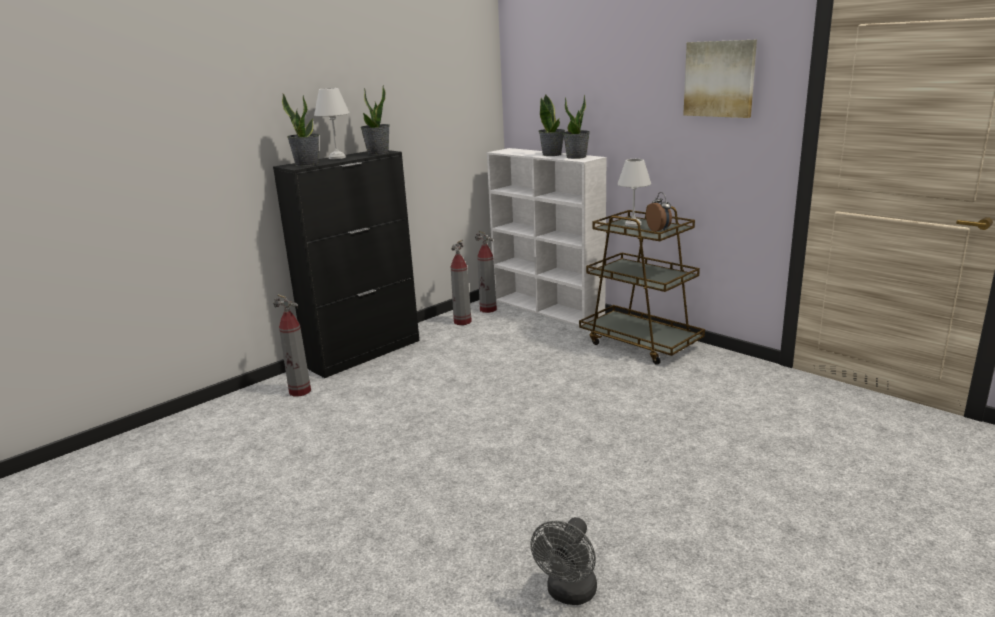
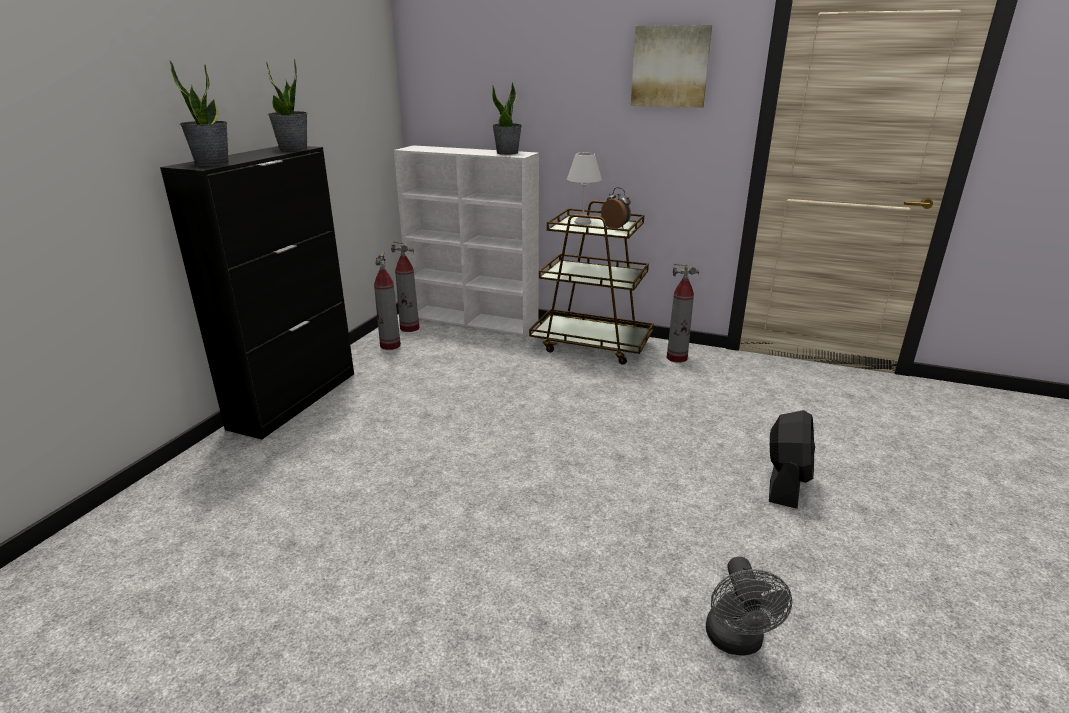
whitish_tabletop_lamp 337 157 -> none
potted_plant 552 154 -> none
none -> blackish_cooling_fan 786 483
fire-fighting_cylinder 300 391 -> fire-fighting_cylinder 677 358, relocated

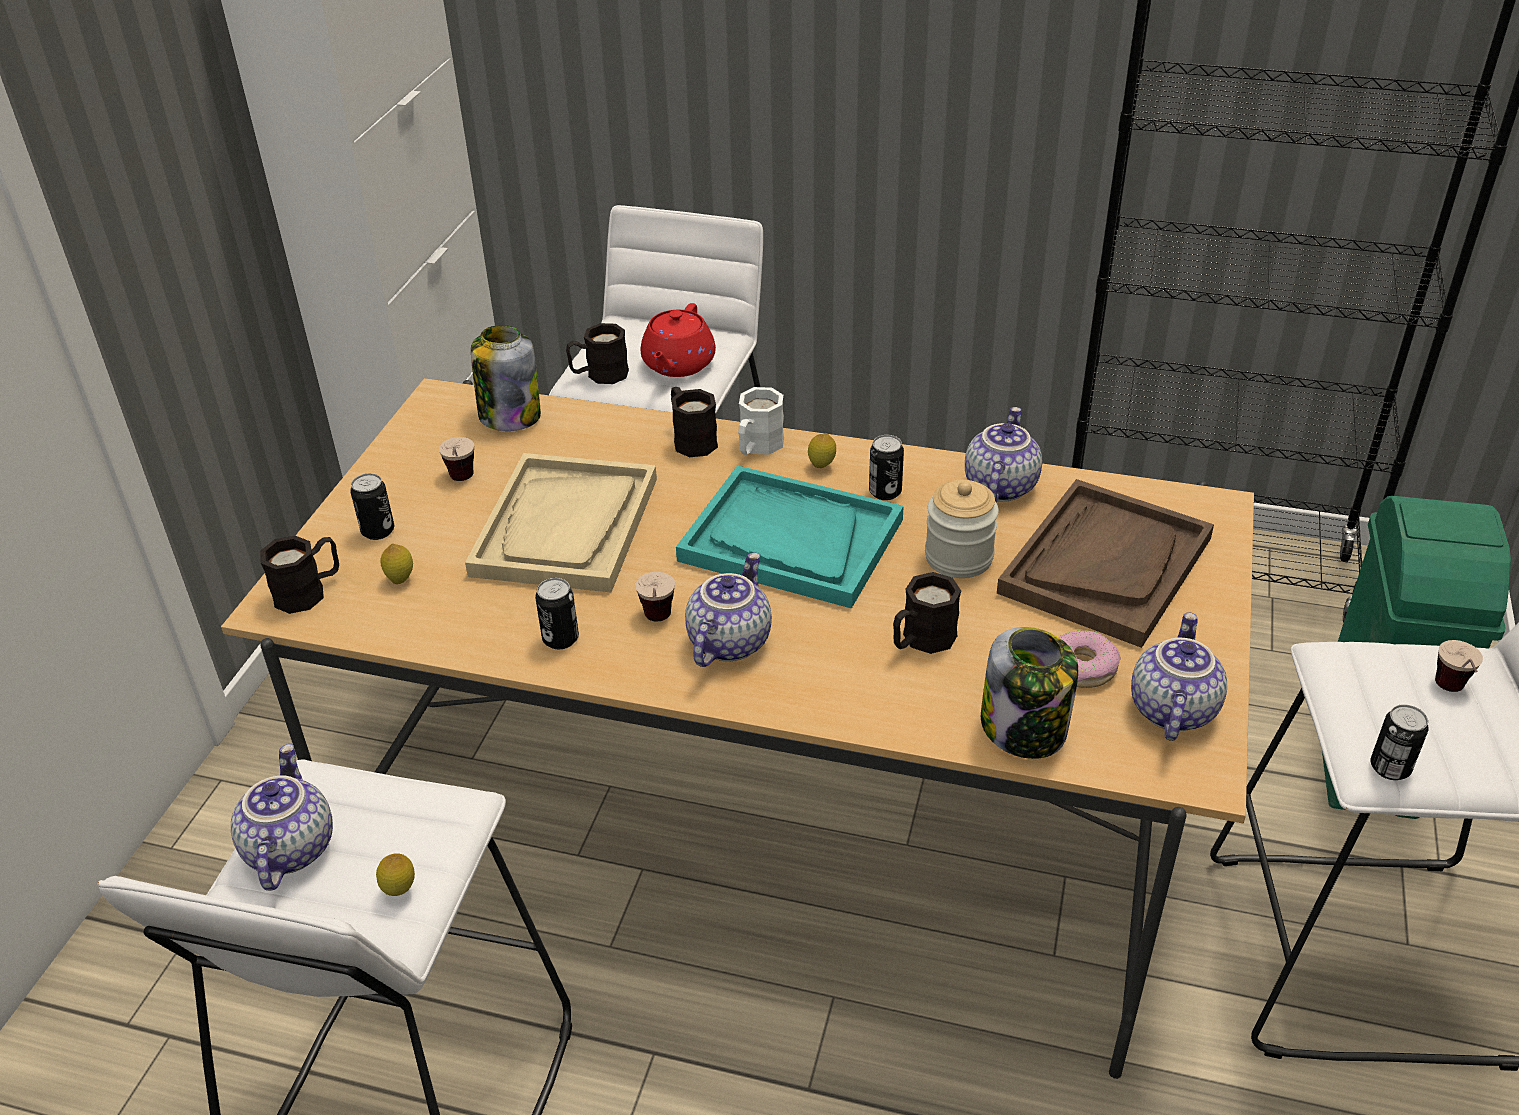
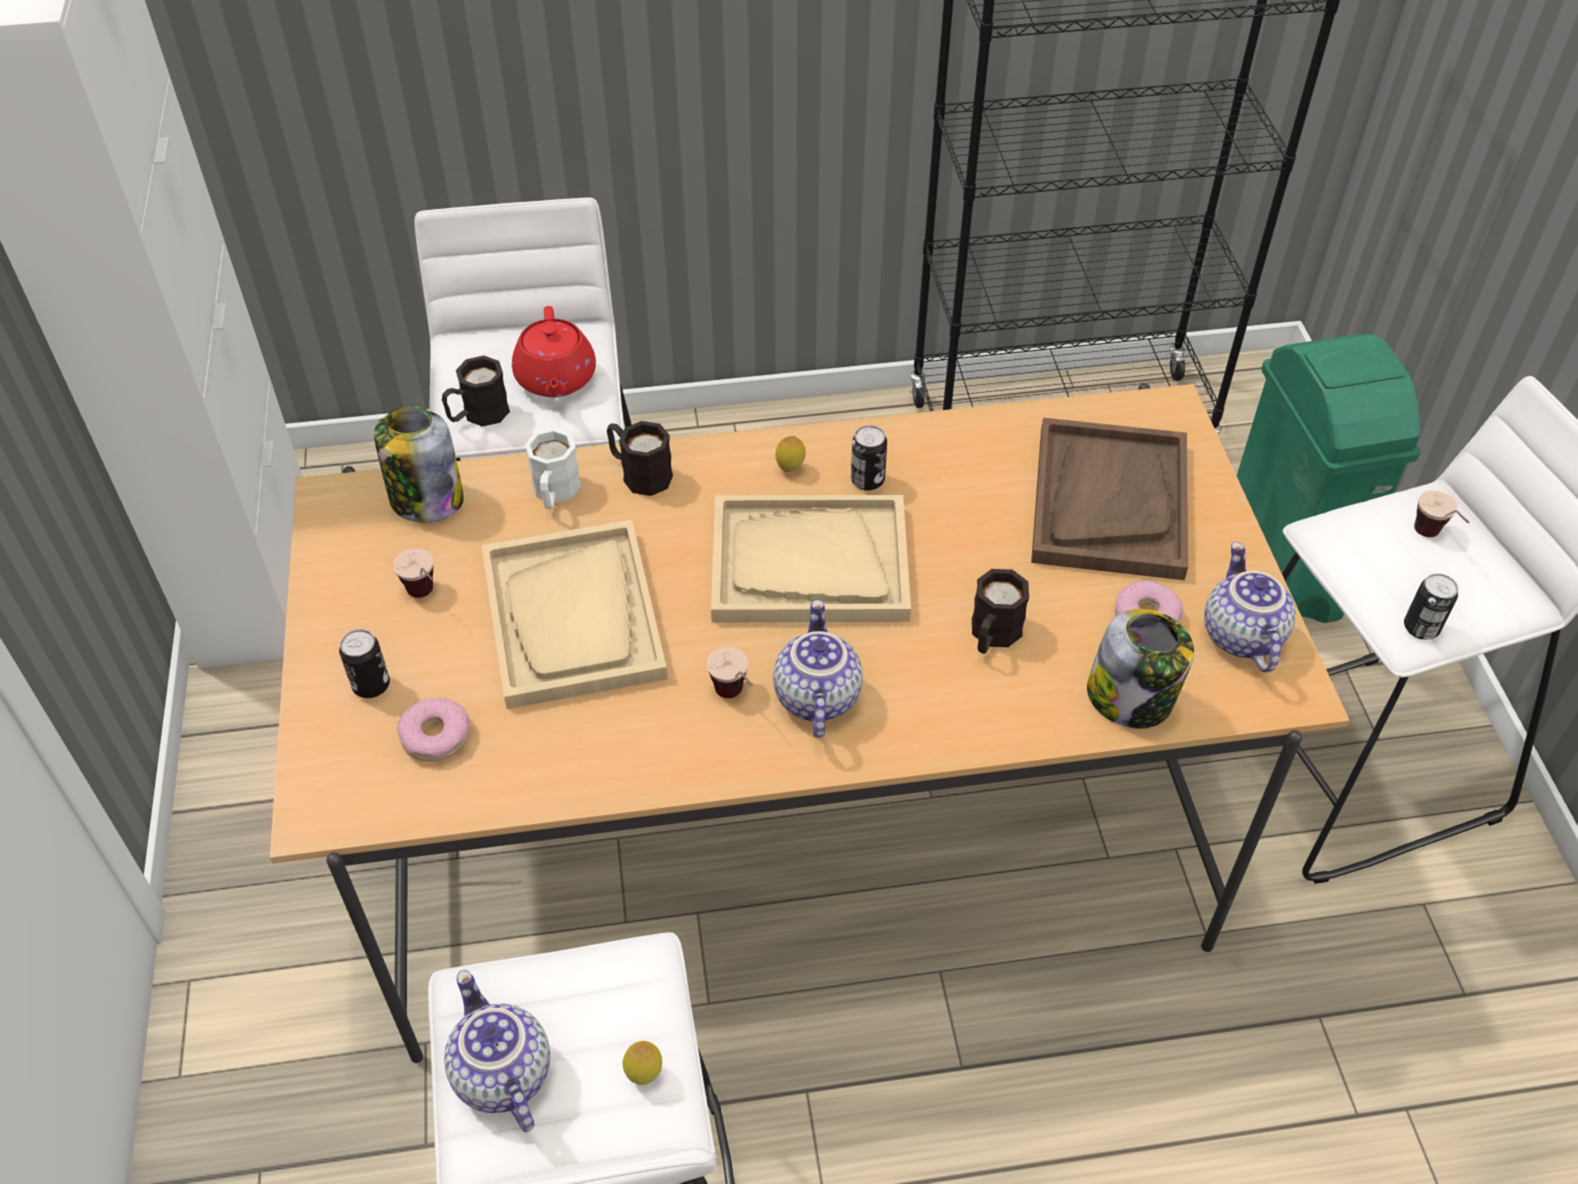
blackish_coffee_mug 309 591 -> none
metal_can 560 639 -> none
preserve_jar 958 557 -> none
teapot 998 486 -> none
whitish_coffee_mug 757 447 -> whitish_coffee_mug 554 493, relocated
citrus_fruit 400 580 -> ring_doughnut 436 736
turquoise-coloured_serving_tray 790 540 -> sand-coloured_serving_tray 809 563

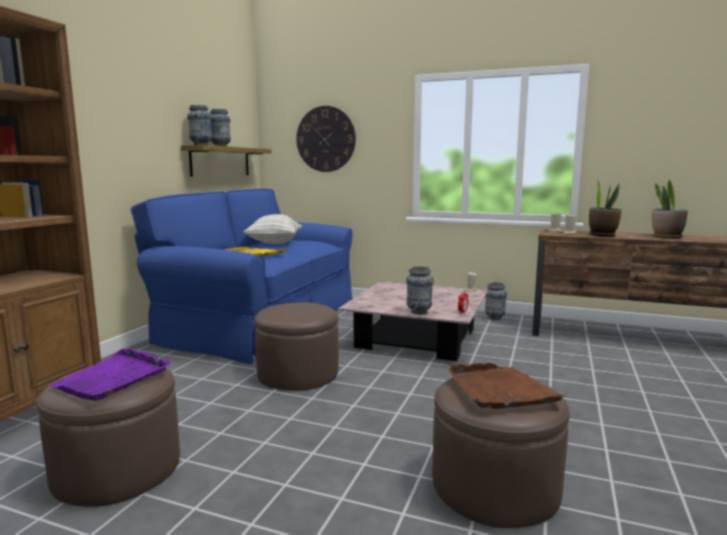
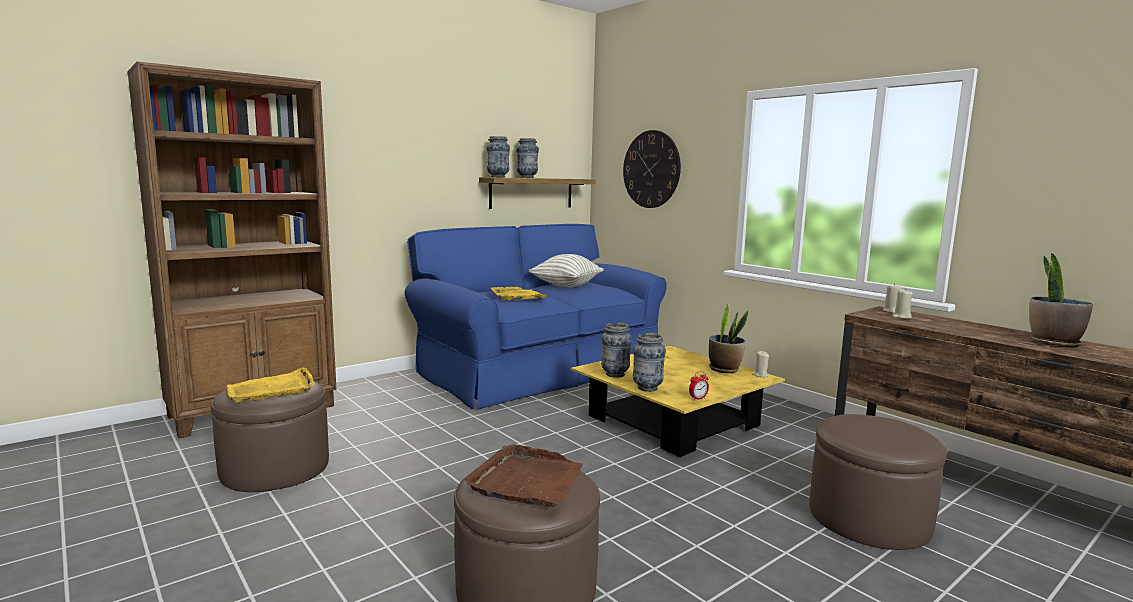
brown-coloured_footrest 298 374 -> brown-coloured_footrest 869 518, relocated
flower_vase 494 318 -> flower_vase 615 374, relocated
potted_plant 602 235 -> potted_plant 724 369, relocated
purple-coloured_serving_tray 113 378 -> yellow_serving_tray 271 389
pink-coloured_low_table 416 338 -> yellow_low_table 673 421

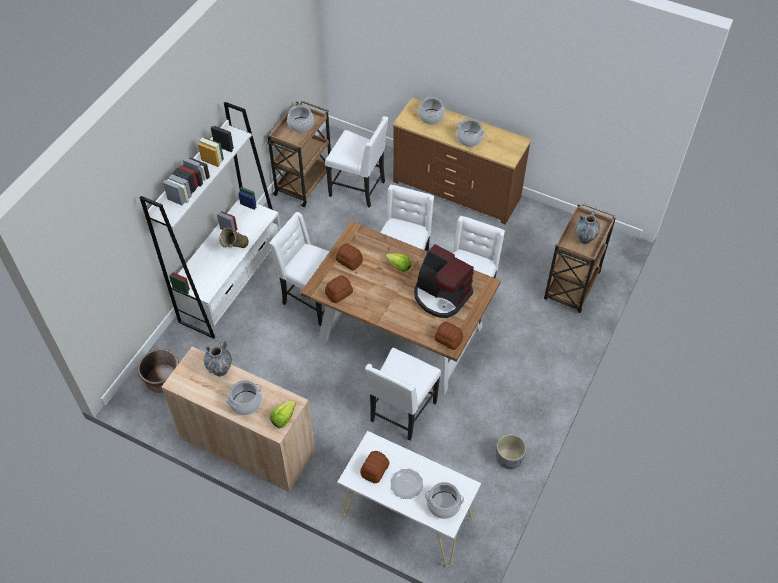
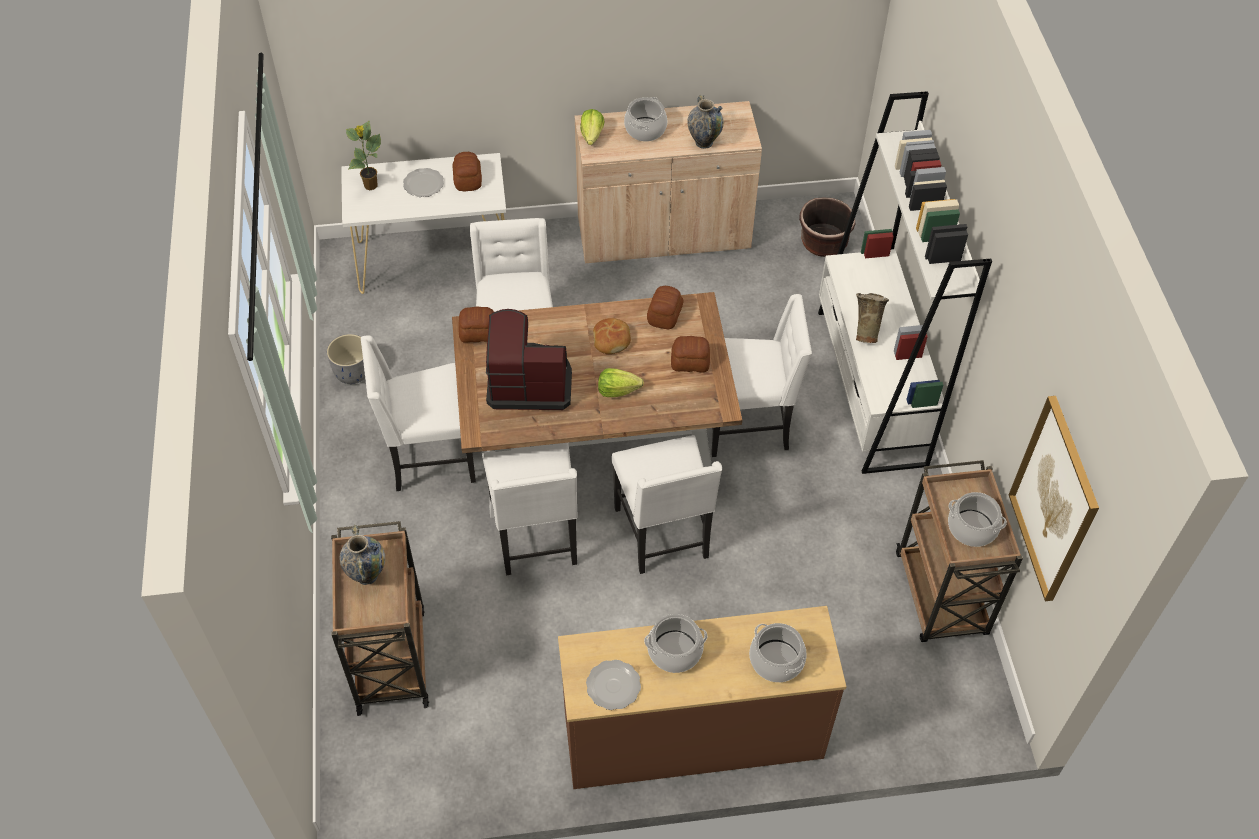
none -> flat_dish 612 686
none -> bakery_bread 612 340
none -> wall_picture 1054 500
whitish_chair 358 188 -> whitish_chair 429 458, relocated
cooking_pot 443 505 -> potted_plant 371 186

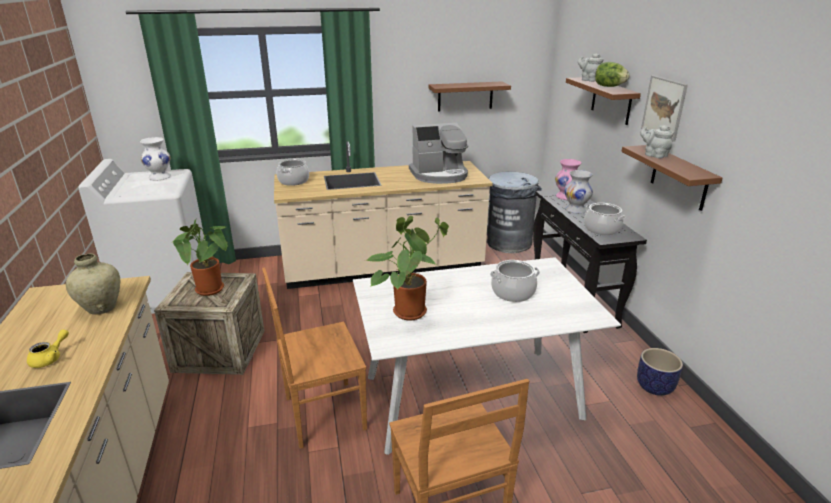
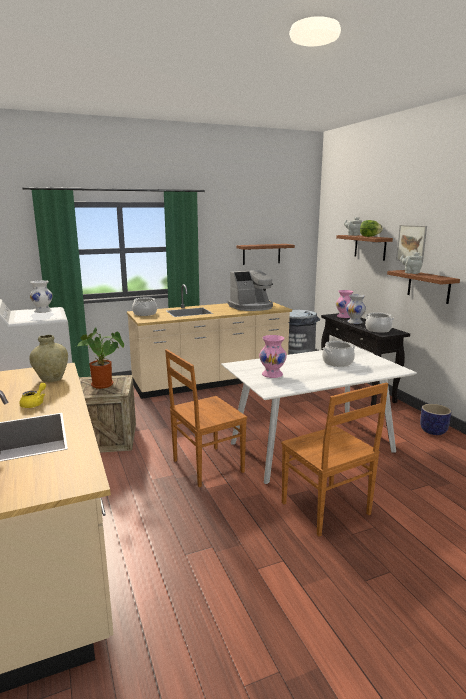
potted_plant 409 310 -> pink-coloured_flower_vase 272 375

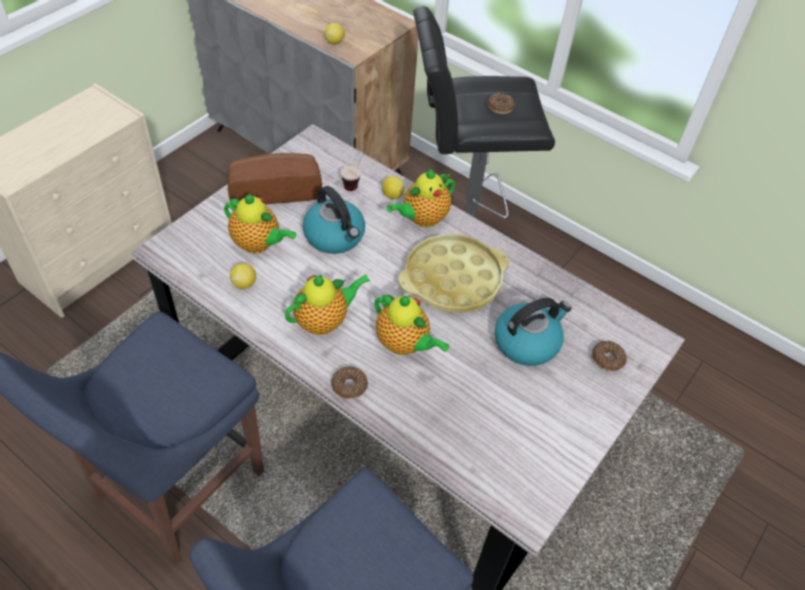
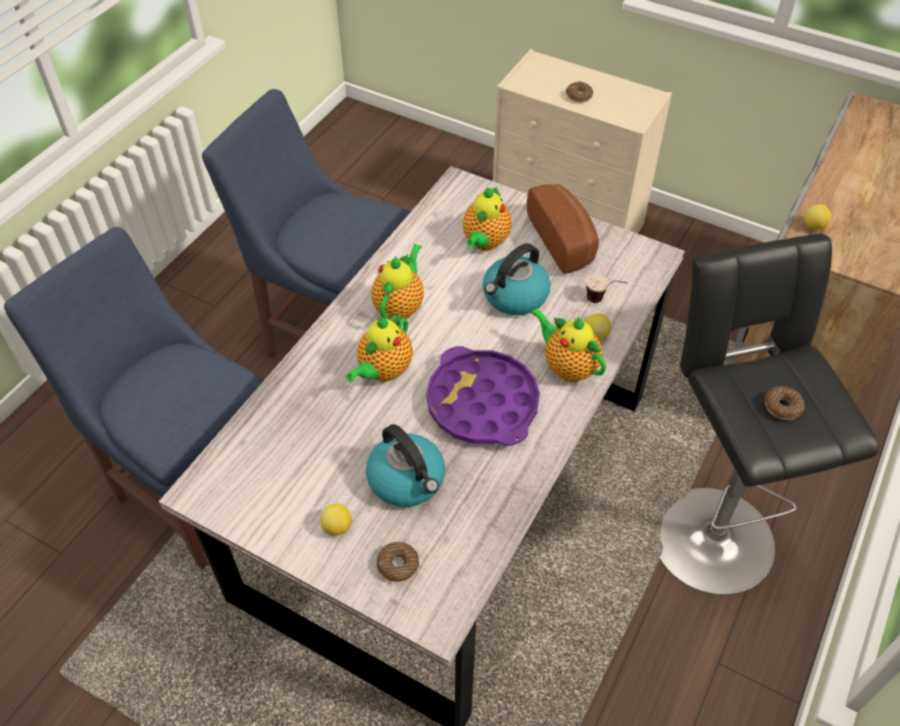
citrus_fruit 244 283 -> citrus_fruit 337 527, relocated
ring_doughnut 349 386 -> ring_doughnut 578 96, relocated
yellow_serving_tray 453 279 -> purple-coloured_serving_tray 482 403
teapot 324 321 -> teapot 400 306, 120 degrees counterclockwise

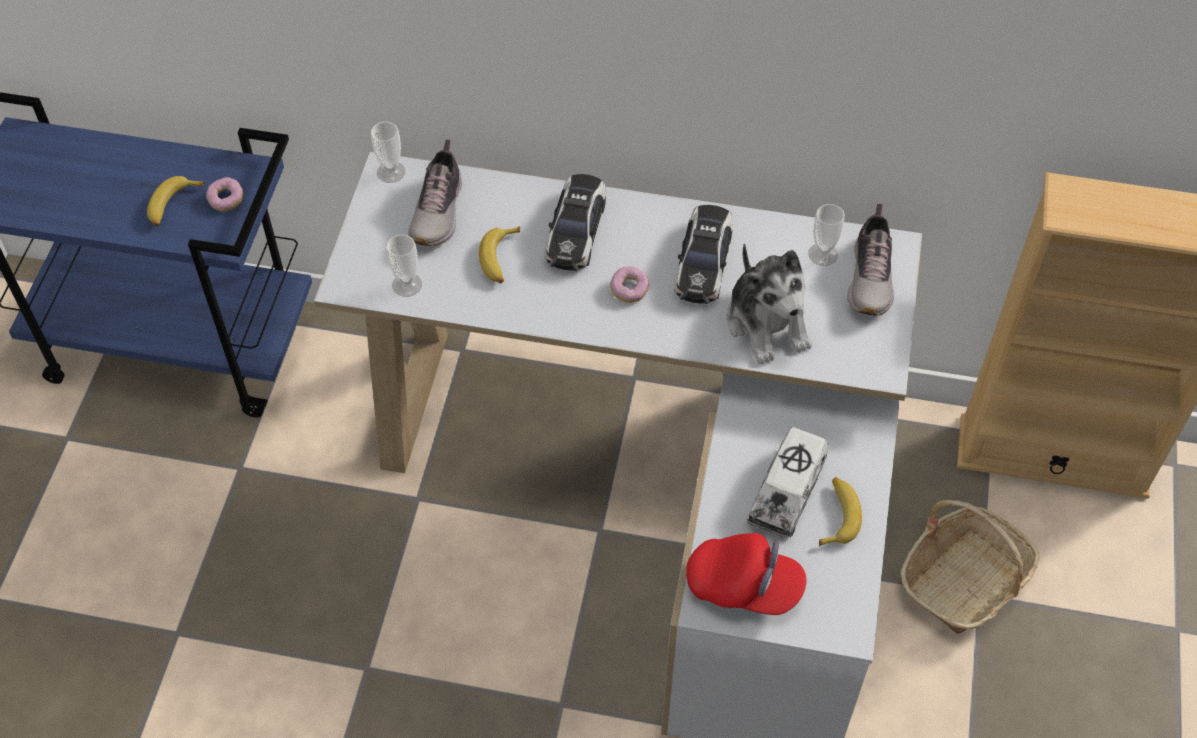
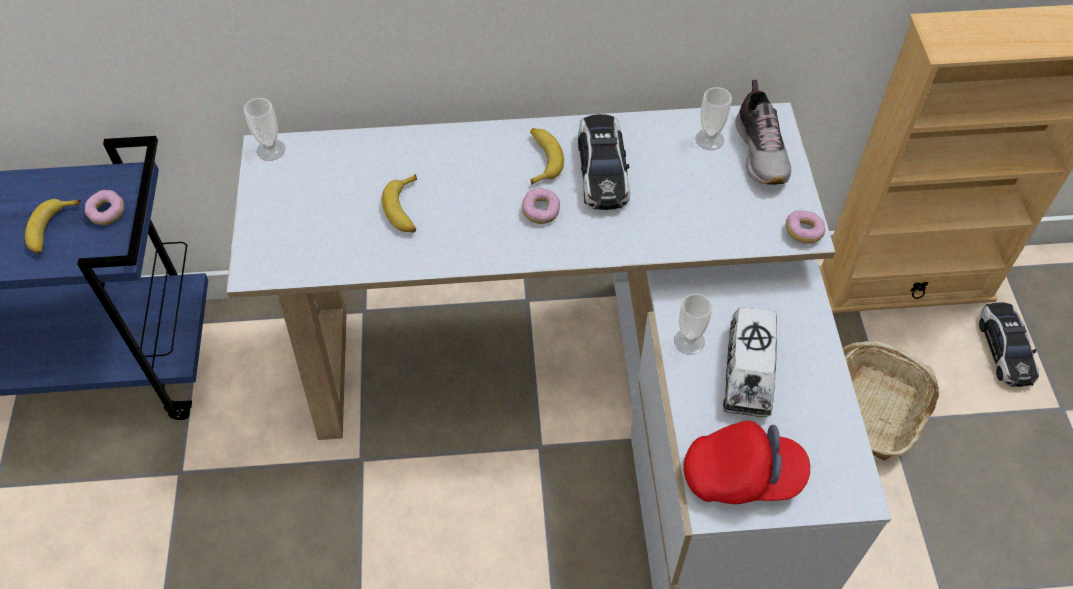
item_of_footwear 439 212 -> none
soft_toy 767 323 -> none
none -> ring_doughnut 803 232
cup 407 285 -> cup 689 341, relocated
model_car 576 230 -> model_car 1004 349, relocated
banana_fruit 837 515 -> banana_fruit 541 159, relocated

